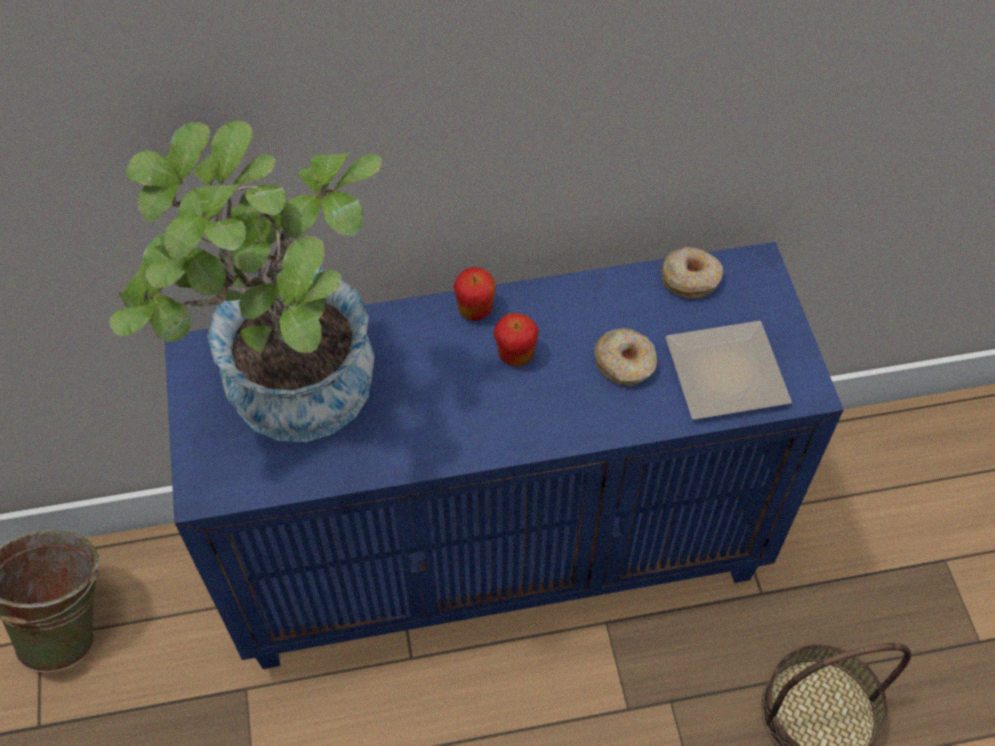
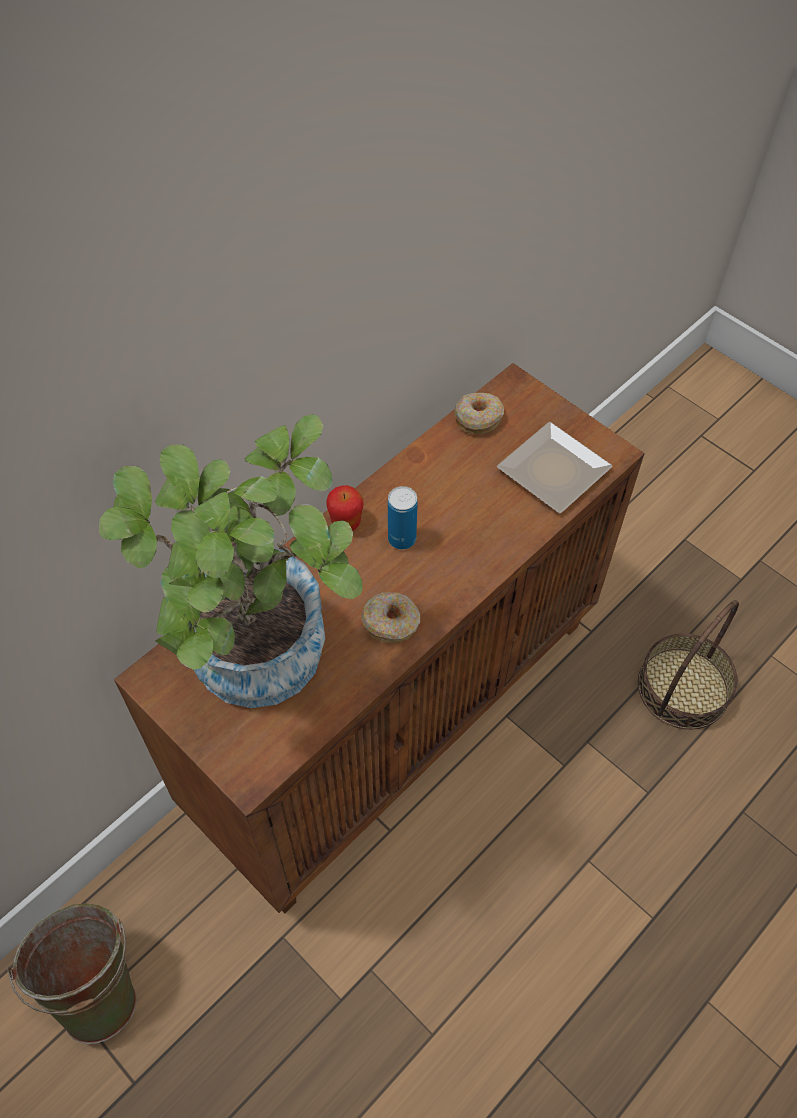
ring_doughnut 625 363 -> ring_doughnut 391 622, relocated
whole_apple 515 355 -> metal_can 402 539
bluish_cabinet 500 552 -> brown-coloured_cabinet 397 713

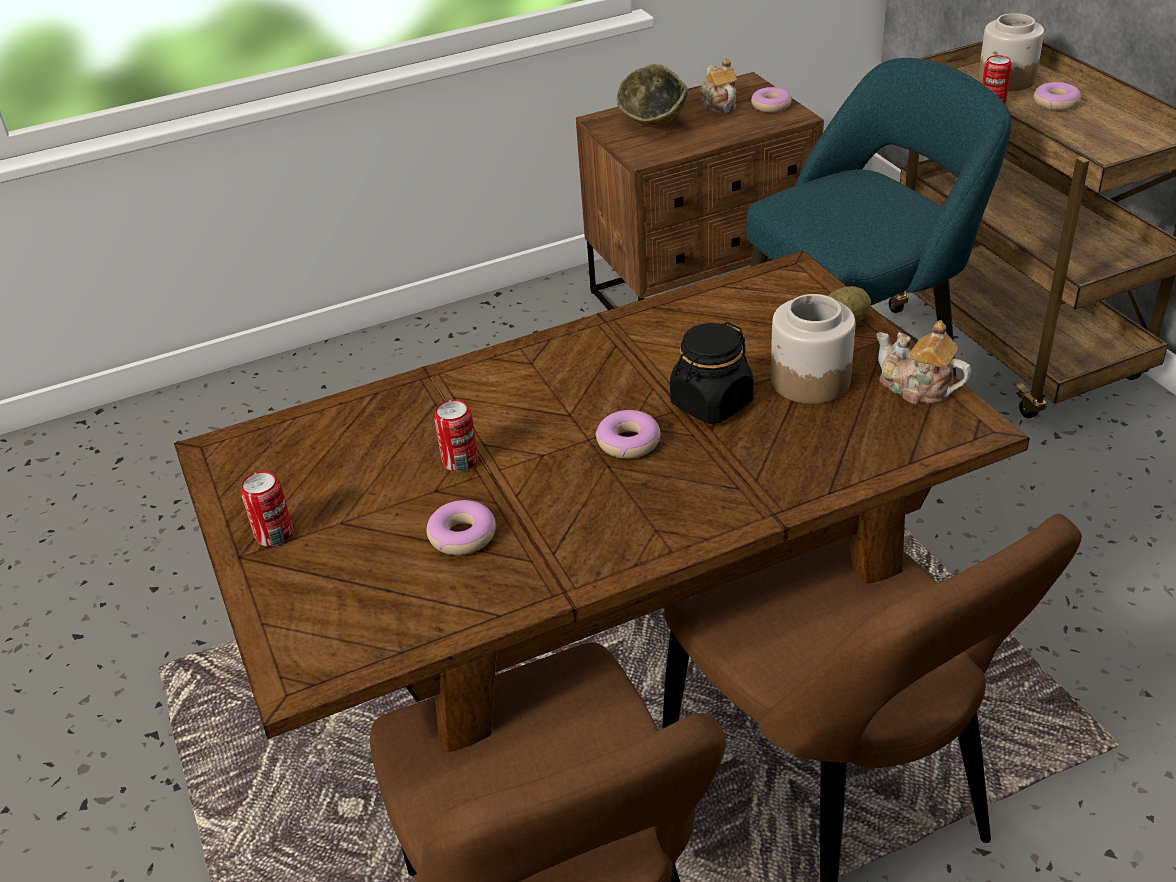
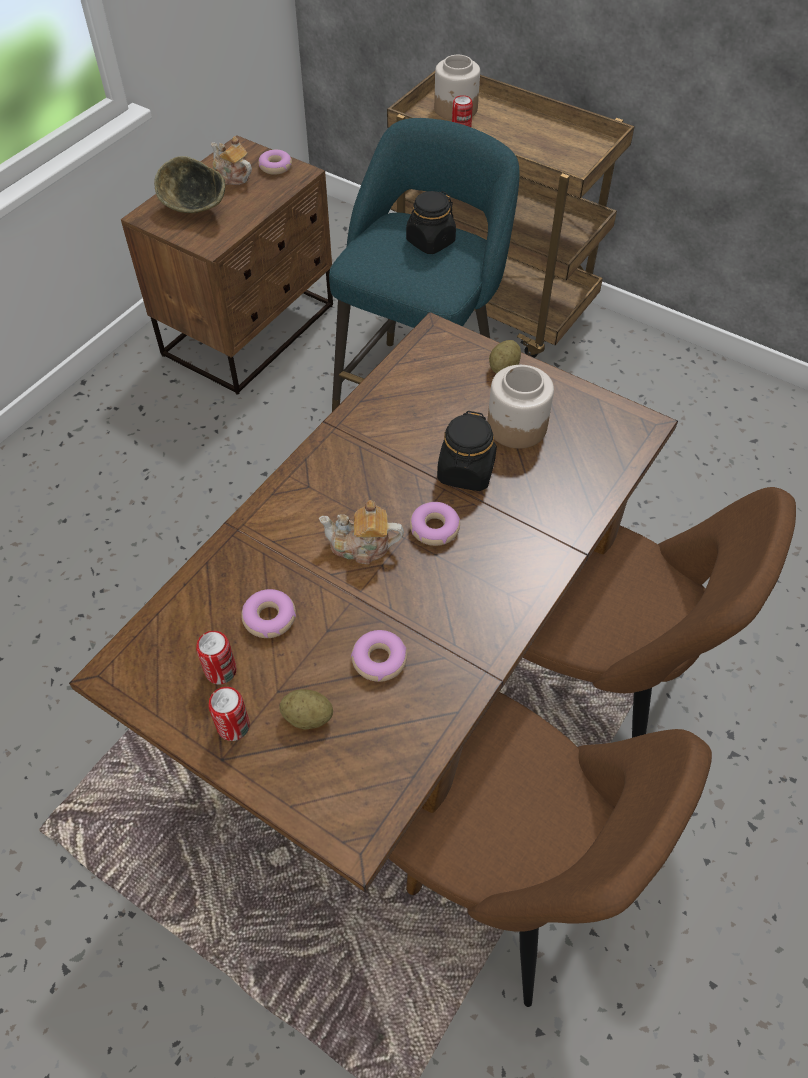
none -> potato 307 717
none -> blackish_preserve_jar 430 242
metal_can 460 461 -> metal_can 221 671, relocated
teapot 916 388 -> teapot 361 546, relocated
ring_doughnut 1055 103 -> ring_doughnut 269 618, relocated

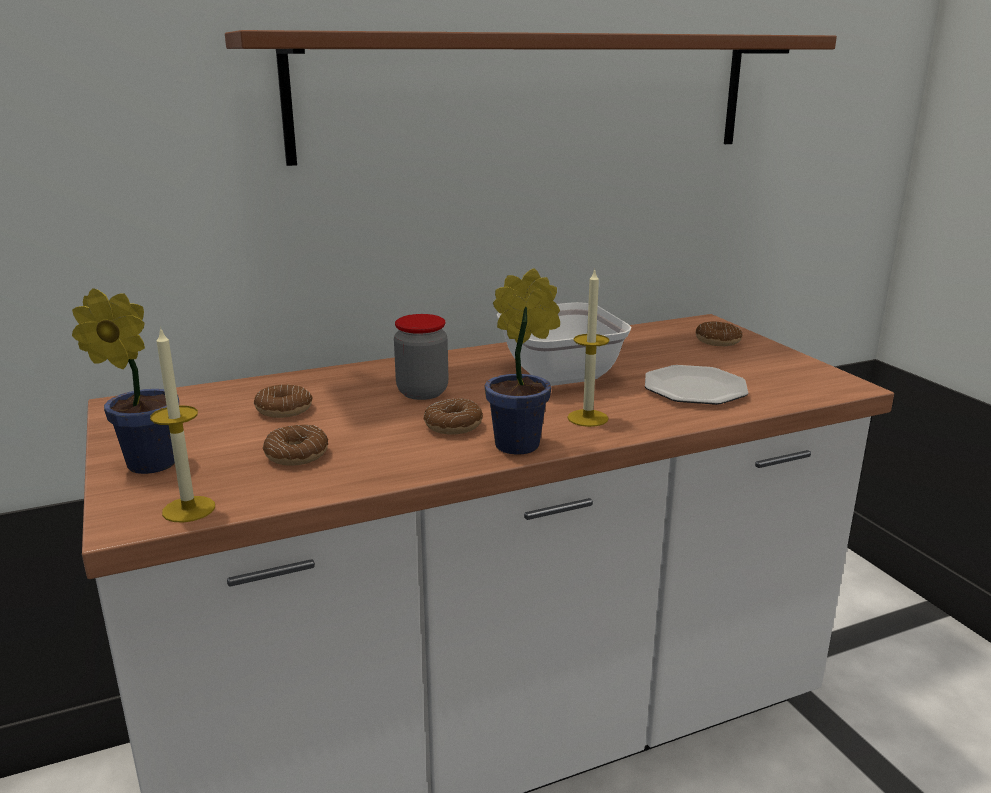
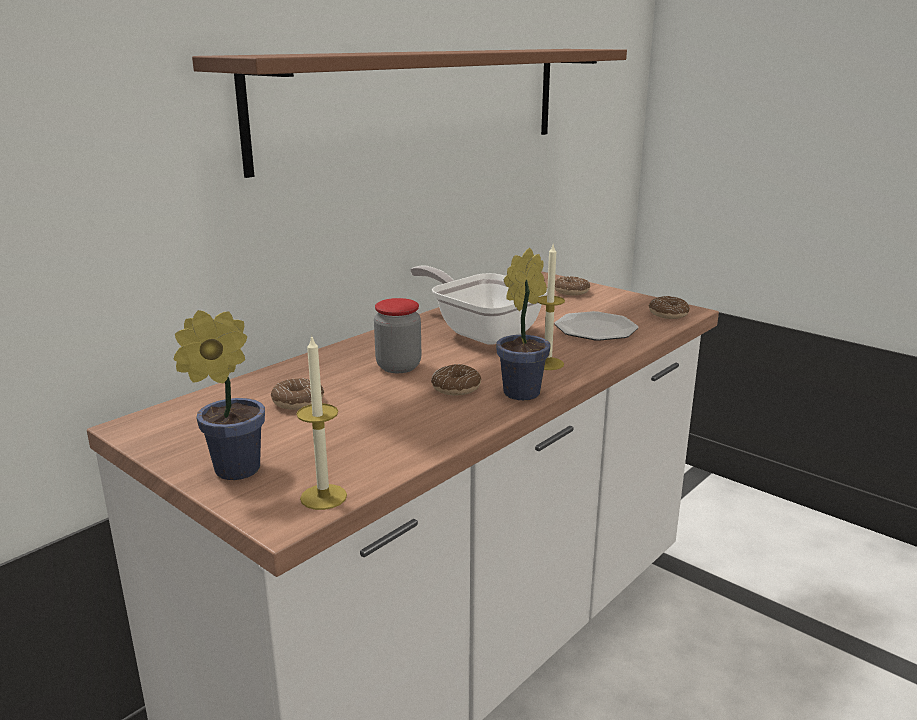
ring_doughnut 296 455 -> ring_doughnut 668 314, relocated

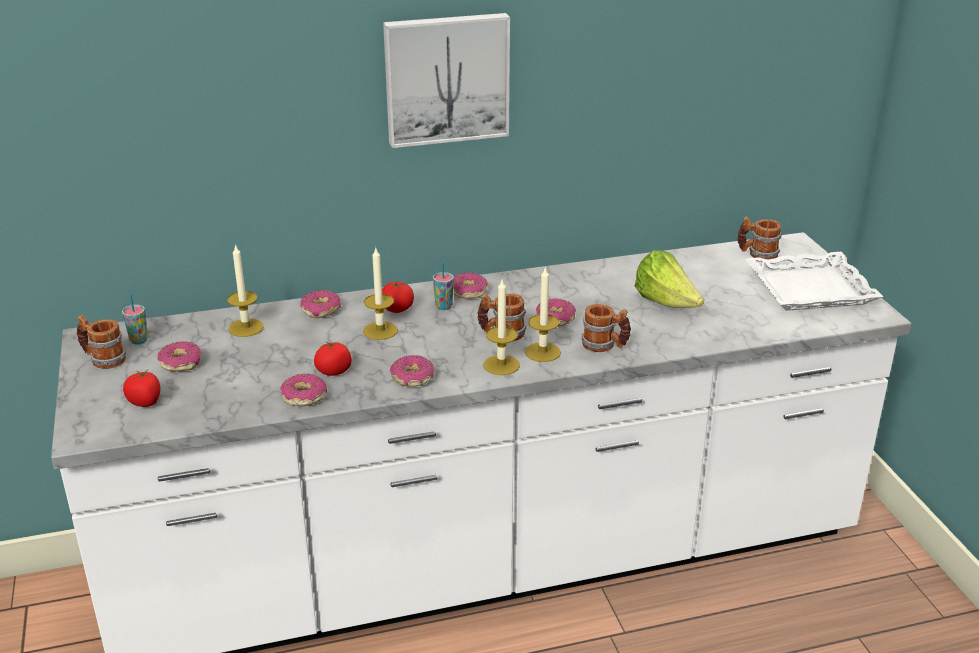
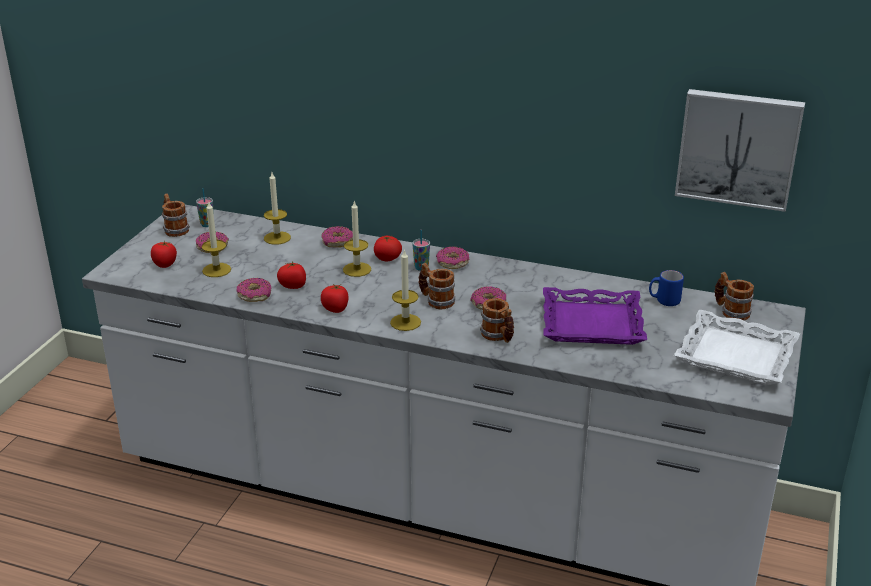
none -> bluish_coffee_mug 664 301
wall_picture 446 78 -> wall_picture 738 148, relocated
candle 542 352 -> candle 216 270, relocated
ring_doughnut 412 378 -> fresh_tomato 335 309
head_of_lettuce 666 303 -> purple-coloured_serving_tray 592 323

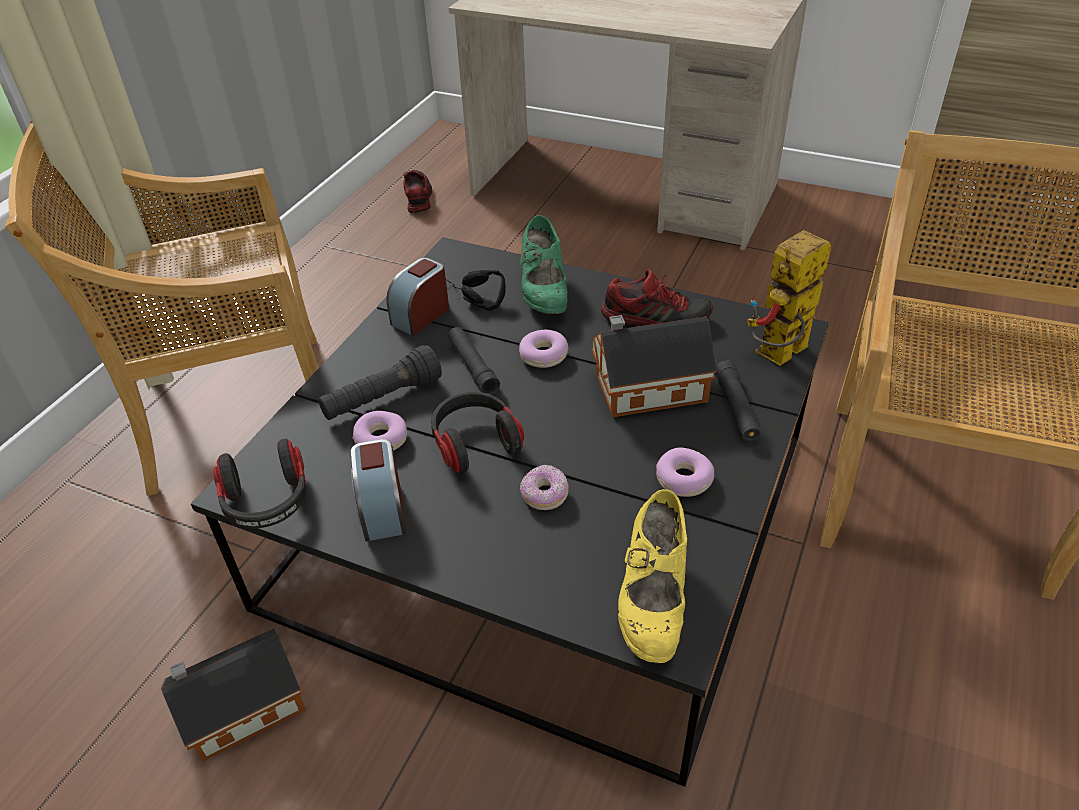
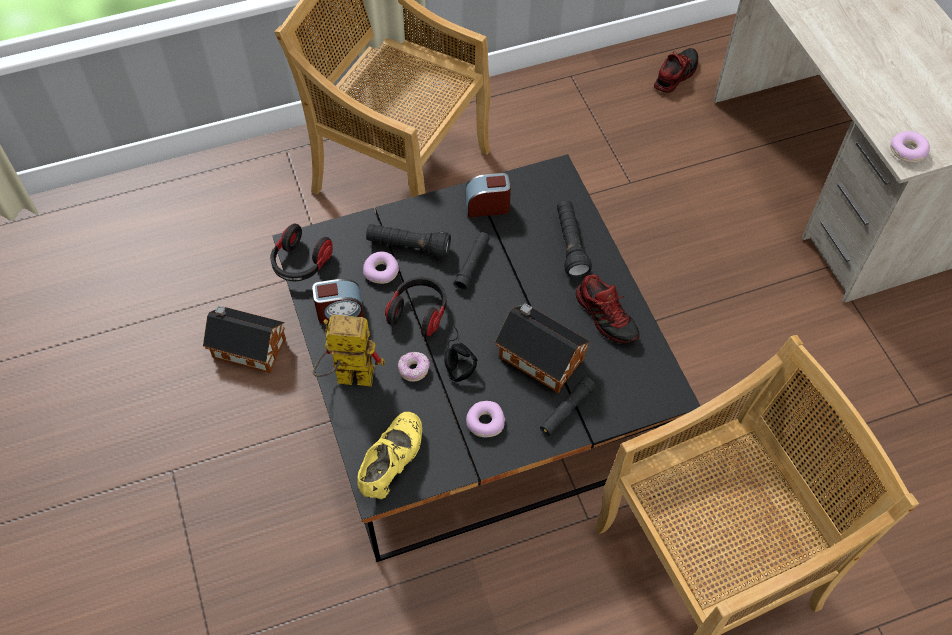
blackish_headphones 469 299 -> blackish_headphones 454 357, relocated
ring_doughnut 543 355 -> ring_doughnut 907 151, relocated
toy_robot 778 357 -> toy_robot 346 378, relocated
greenish_item_of_footwear 543 292 -> blackish_hand_torch 570 245
bedside_clock 382 510 -> bedside_clock 340 311, 135 degrees counterclockwise
yellow_item_of_footwear 652 600 -> yellow_item_of_footwear 392 463, 150 degrees clockwise

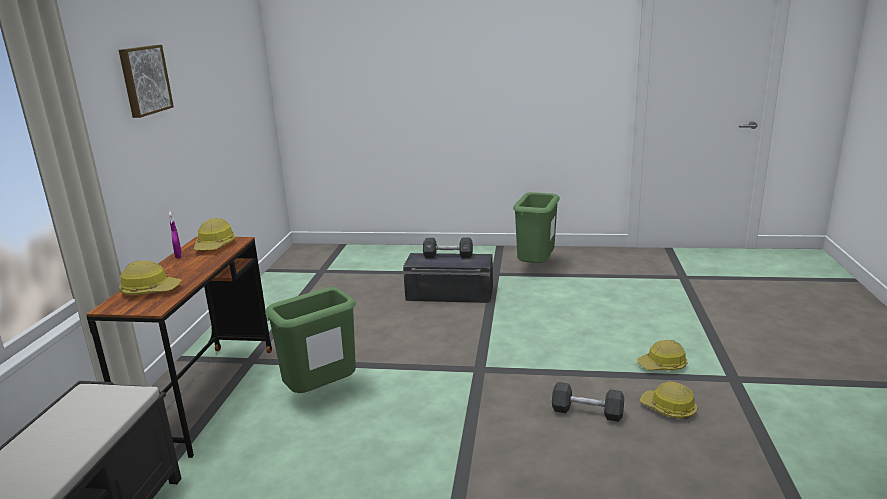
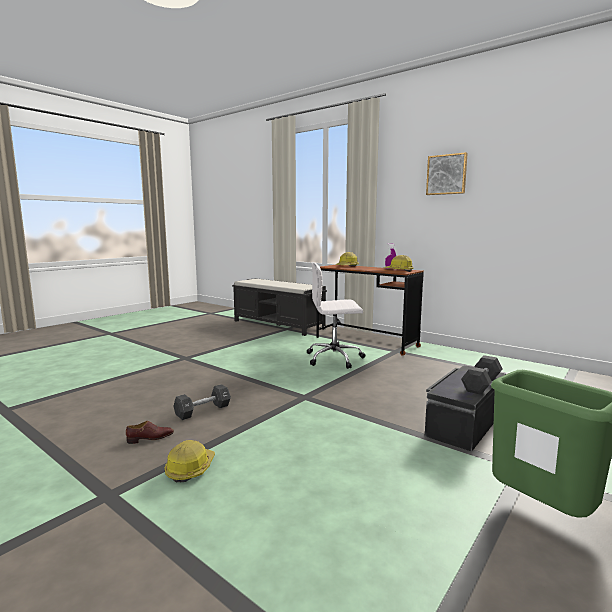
greenish_waste_bin 321 394 -> whitish_office_chair 335 358
safety_helmet 668 409 -> brown-coloured_item_of_footwear 150 438

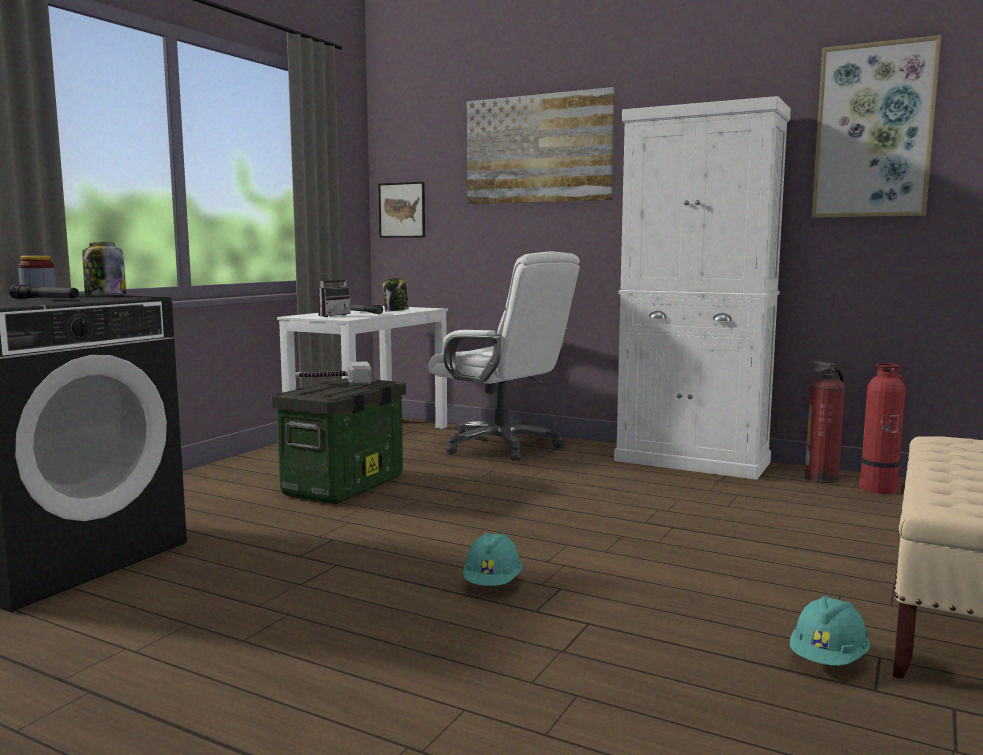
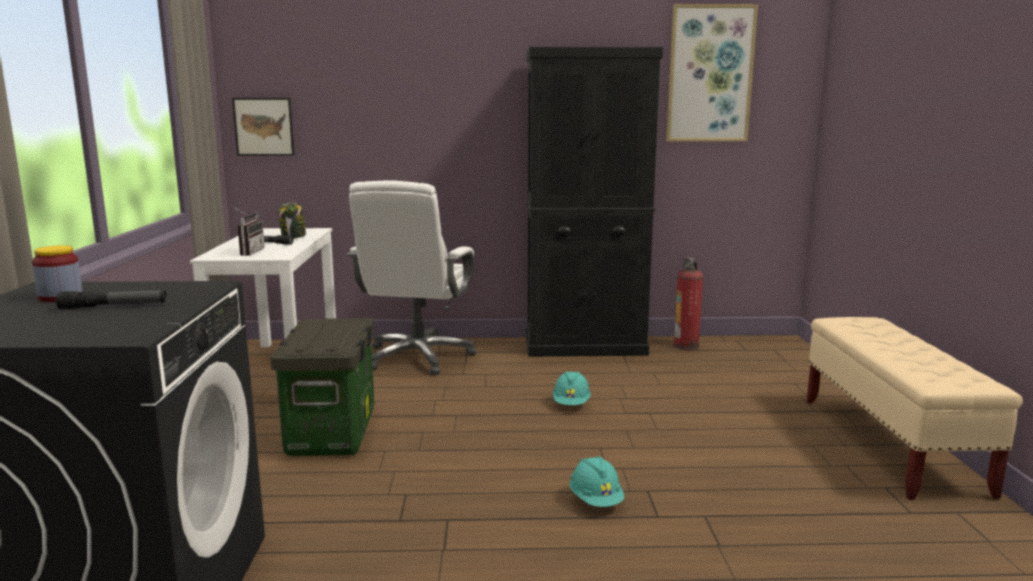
preserve_jar 105 296 -> none
hammer 333 383 -> none
wall_picture 537 149 -> none
fire-fighting_cylinder 879 488 -> none
turquoise-coloured_safety_helmet 828 660 -> turquoise-coloured_safety_helmet 571 404, relocated
whitish_cabinet 692 461 -> blackish_cabinet 585 346
whitish_office_chair 502 446 -> whitish_office_chair 418 357, 90 degrees clockwise

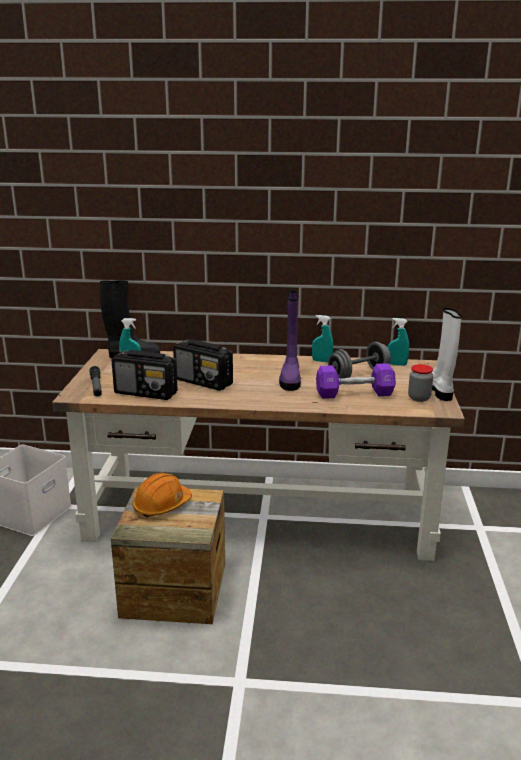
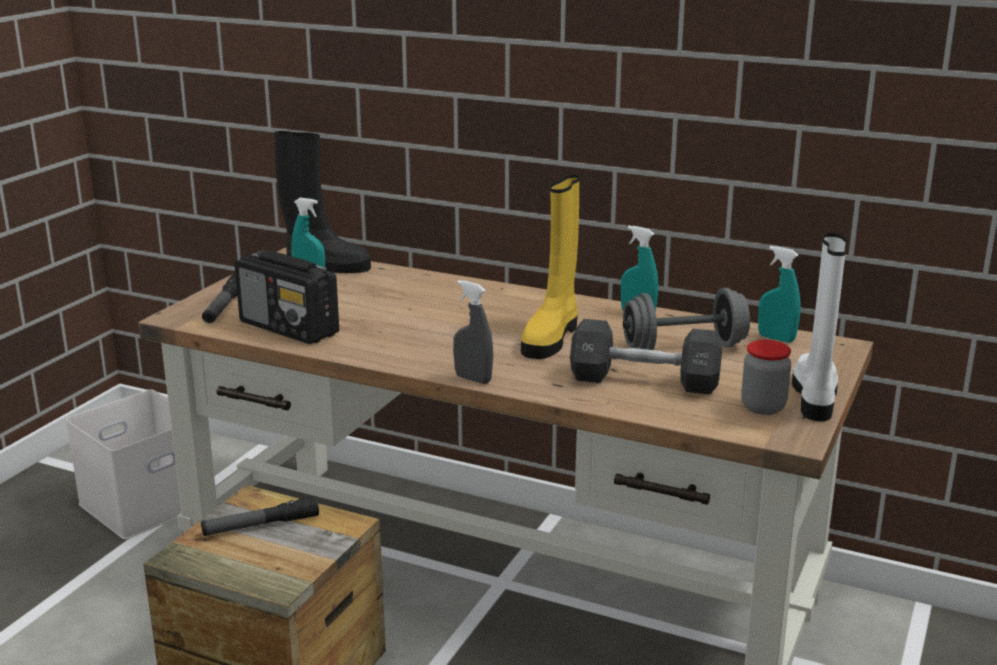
radio_set 204 382 -> none
none -> greyish_hand_sprayer 473 379
orange_safety_helmet 162 505 -> hand_torch 261 525
purple-coloured_high-top_boot 290 379 -> yellow_high-top_boot 551 338
purple-coloured_hand_weight 354 393 -> blackish_hand_weight 644 380

